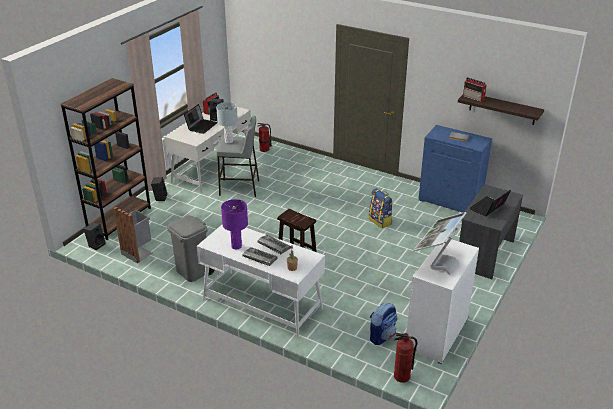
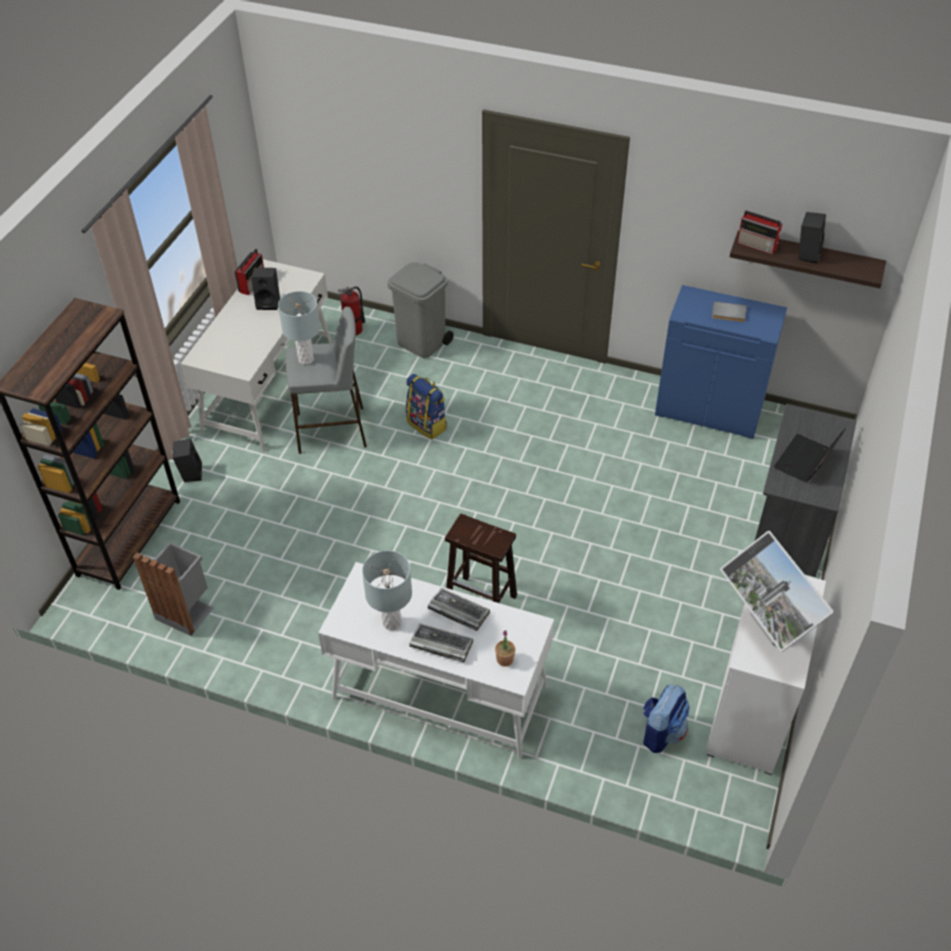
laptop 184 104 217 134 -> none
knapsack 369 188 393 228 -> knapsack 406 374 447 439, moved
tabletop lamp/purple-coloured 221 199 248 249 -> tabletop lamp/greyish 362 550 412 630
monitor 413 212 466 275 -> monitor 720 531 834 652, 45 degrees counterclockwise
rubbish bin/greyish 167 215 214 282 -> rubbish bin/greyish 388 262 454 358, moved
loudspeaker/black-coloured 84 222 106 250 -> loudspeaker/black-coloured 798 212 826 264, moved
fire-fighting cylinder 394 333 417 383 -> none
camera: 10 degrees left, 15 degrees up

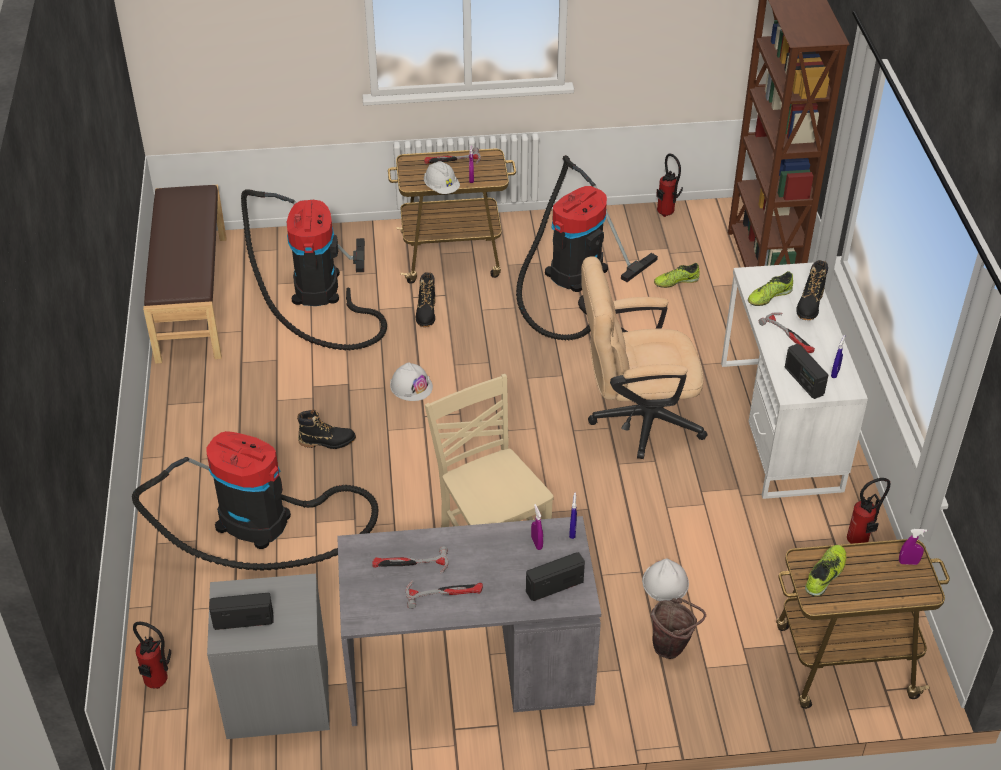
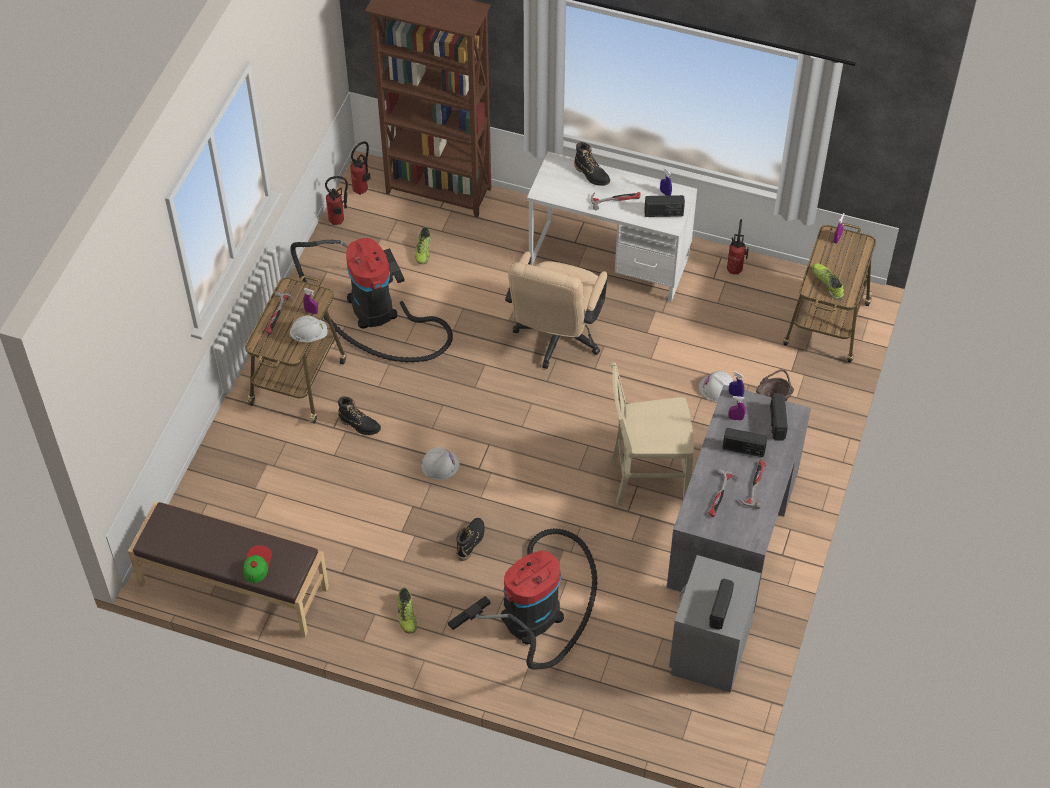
vacuum cleaner 241 189 387 350 -> none
shoe 748 271 793 306 -> shoe 397 588 417 634, moved
fire-fighting cylinder 133 621 171 689 -> fire-fighting cylinder 350 141 371 195, moved
none -> radio 722 428 768 457
none -> peaked cap 243 545 272 583
camera: 65 degrees left, 10 degrees up

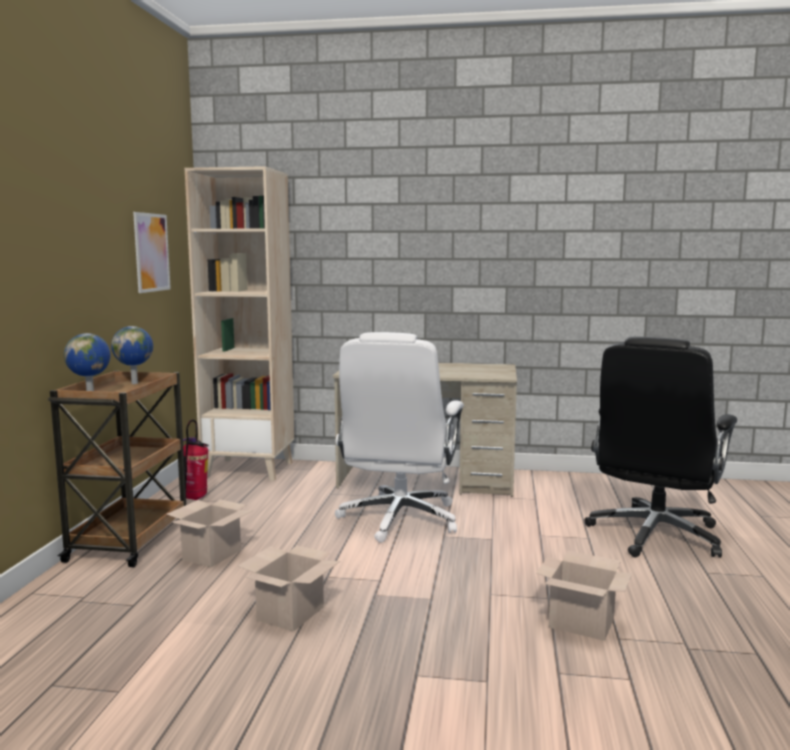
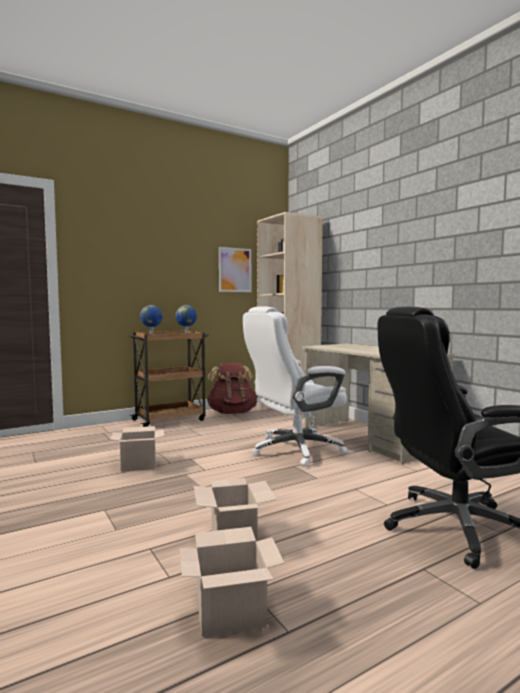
fire-fighting cylinder 183 419 209 500 -> knapsack/brown 207 363 258 414
cardboard box 167 499 253 567 -> cardboard box 180 527 284 638, moved
camera: 50 degrees right, 5 degrees down

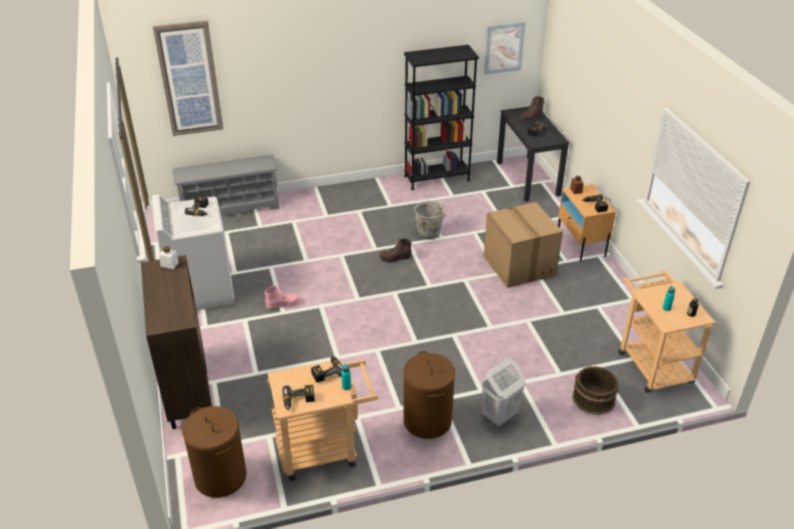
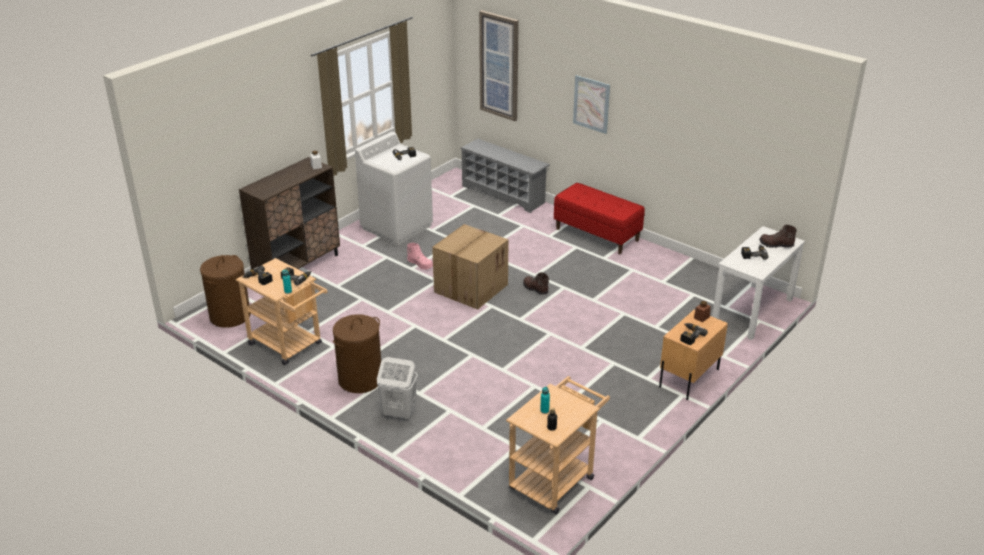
picture 484 22 526 75 -> picture 573 75 610 134, moved
bookshelf/black-coloured 404 45 479 190 -> none
desk unit/black-coloured 497 107 570 202 -> desk unit/whitish 712 226 805 340
water bucket/greyish 414 201 446 240 -> none
cardboard box 484 202 563 288 -> cardboard box 432 224 509 310, moved
water bucket/brown 572 366 619 415 -> none
none -> bench/reddish 554 183 645 254
camera: 55 degrees right, 5 degrees down

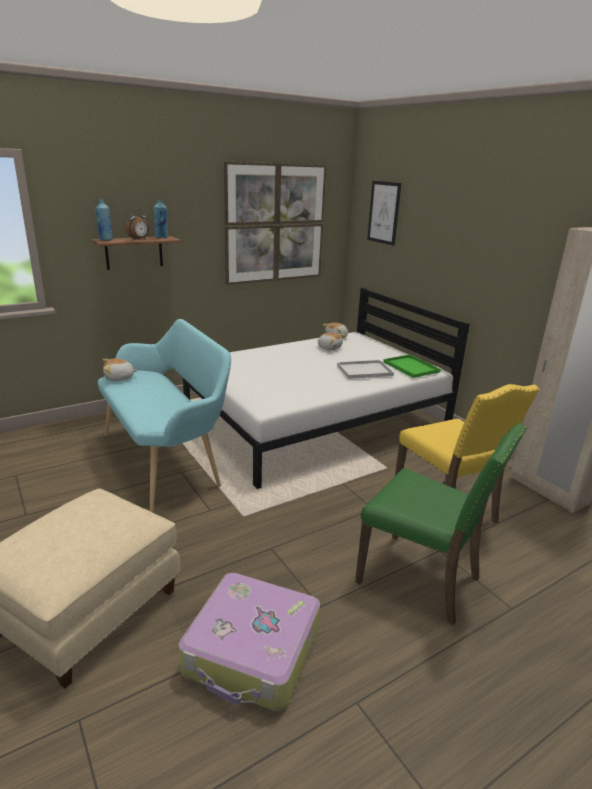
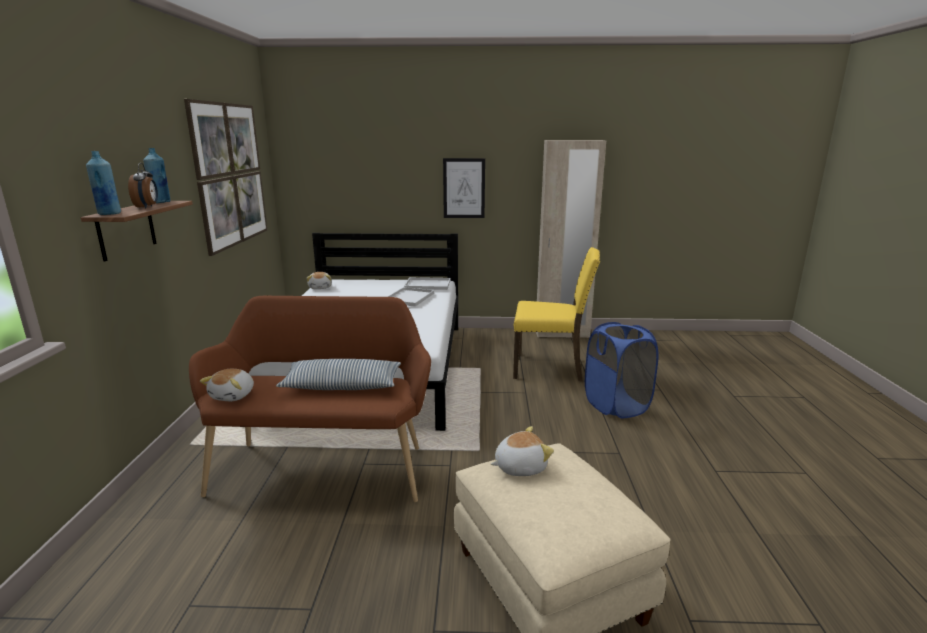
picture 367 181 401 246 -> picture 443 158 485 218, moved
bench/blue-green 98 319 231 512 -> bench/brown 189 296 431 502
plush toy 317 332 346 350 -> plush toy 491 426 554 476, moved
tray/greenish 383 354 441 378 -> tray/whitish 404 277 450 290
chair/greenish 355 423 527 626 -> hamper/blue-coloured 585 322 659 418
piece of luggage 179 573 320 711 -> none
none -> throw pillow 276 359 401 390
camera: 55 degrees left, 5 degrees down

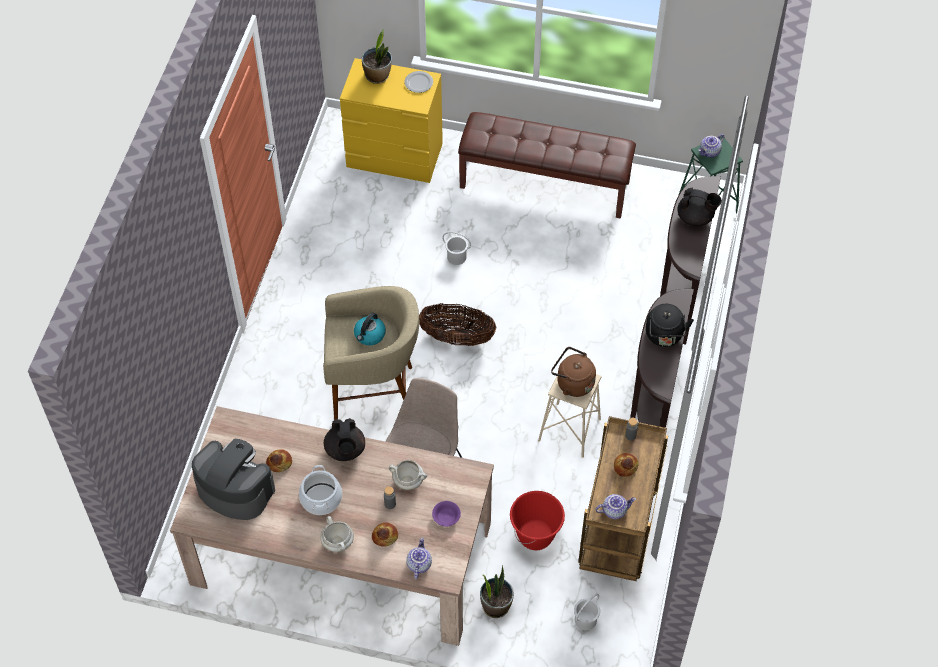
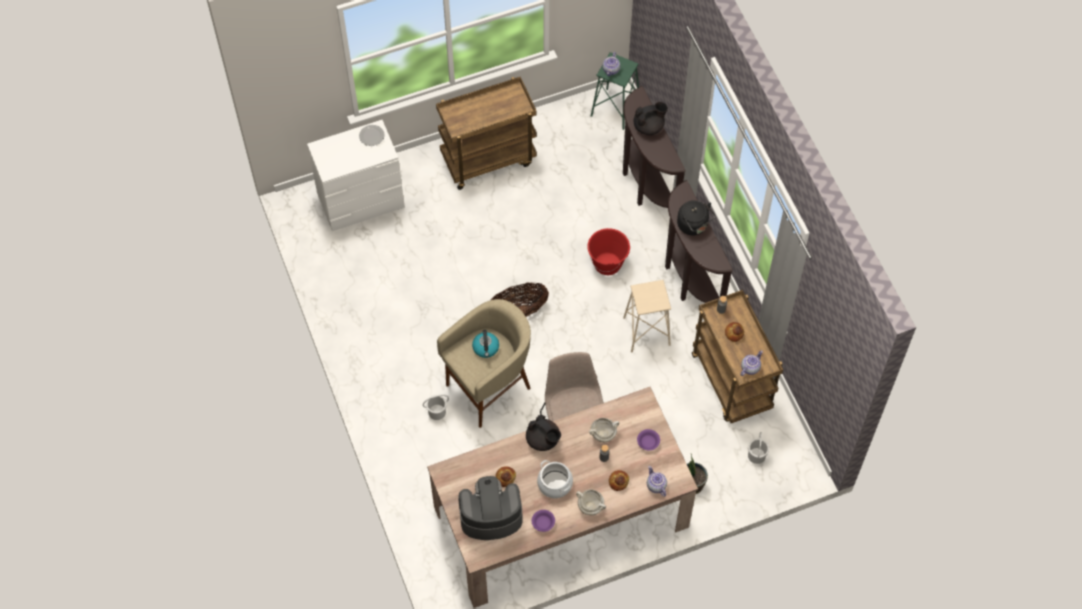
potted plant 362 29 392 84 -> none
drawer chest/yellow-coloured 340 58 443 183 -> drawer chest/whitish 307 120 405 231
bench/brown 458 112 636 219 -> wheeled cart/brown 436 77 537 190
water bucket/whitish 442 231 471 265 -> water bucket/whitish 423 394 449 420, moved
kettle/brown 551 347 596 397 -> none
water bucket/reddish 510 491 565 550 -> water bucket/reddish 587 228 630 275, moved
none -> deep dish/purple-coloured 532 510 555 532
camera: 35 degrees left, 5 degrees up

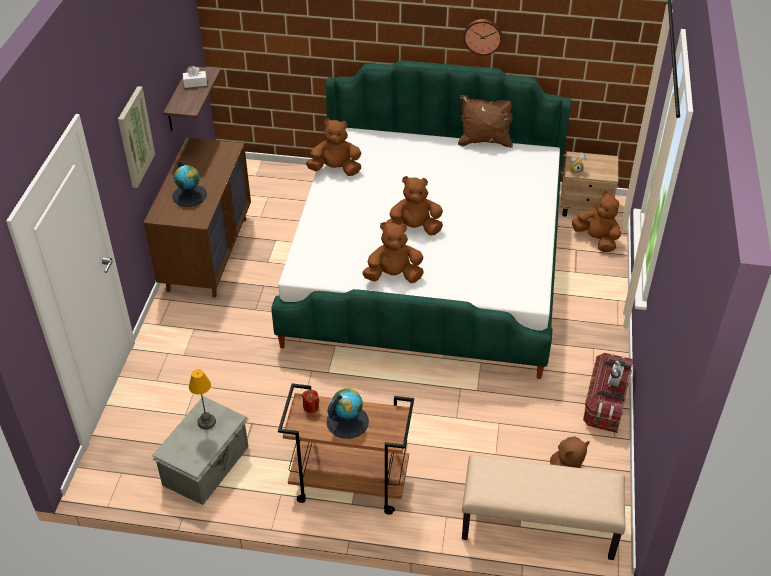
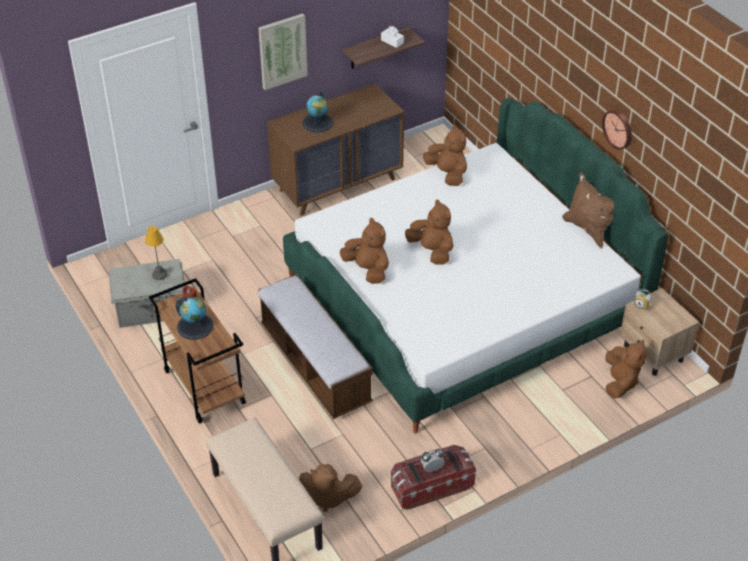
none -> bench 258 274 373 419
camera: 50 degrees right, 0 degrees up

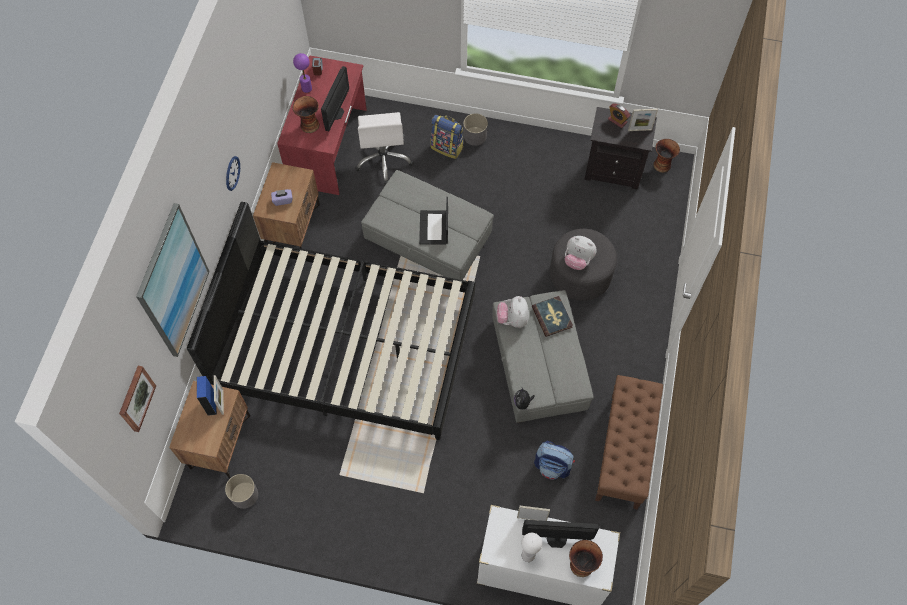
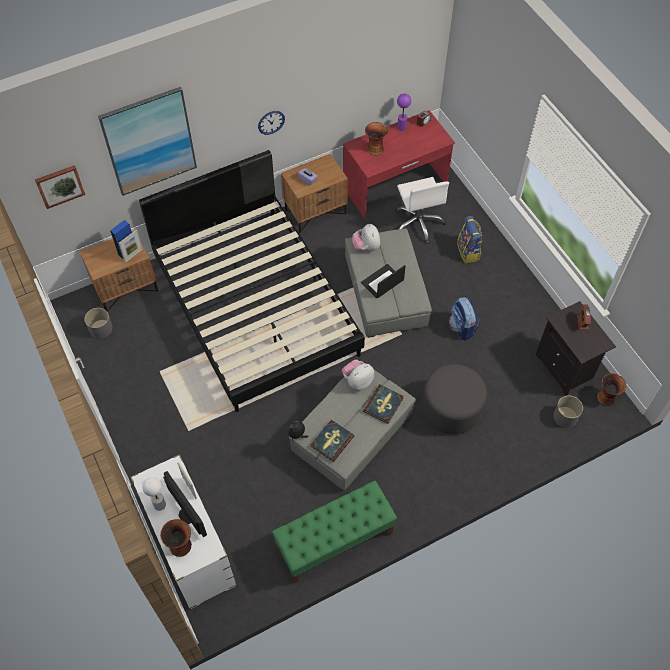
monitor 321 66 349 131 -> none
picture frame 628 109 658 131 -> none
computer chair/whitish 355 112 414 184 -> computer chair/whitish 395 177 449 244, 60 degrees counterclockwise
planter/greyish 463 113 488 146 -> planter/greyish 553 396 583 428, moved
plush toy 565 236 597 270 -> plush toy 352 224 380 251, moved
bench/brown 595 375 663 510 -> bench/greenish 272 481 397 583
knapsack 534 441 575 480 -> knapsack 449 297 480 341, moved
none -> bound book 311 420 354 462
camera: 50 degrees right, 5 degrees down

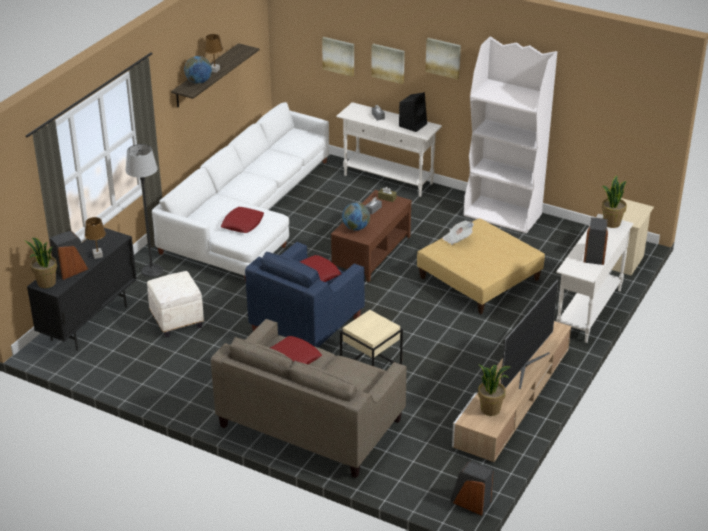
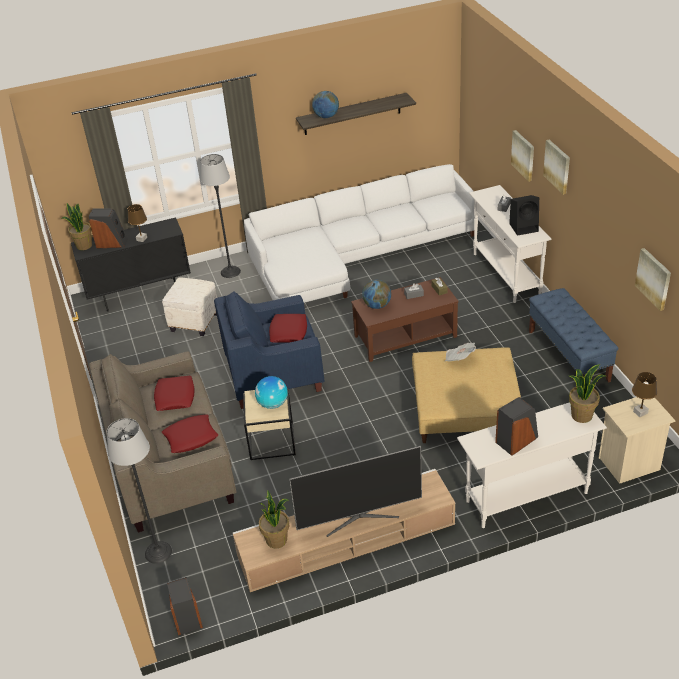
tabletop lamp/brown 204 34 223 73 -> tabletop lamp/brown 632 372 657 417, moved
picture 322 37 354 77 -> picture 635 248 671 311, moved
bookshelf/whitish 463 37 557 234 -> bench/blue-coloured 529 288 618 383
throw pillow/reddish 221 207 264 233 -> throw pillow/reddish 162 415 218 453, moved
none -> globe 255 376 288 409
none -> standard lamp 106 418 172 564
camera: 45 degrees right, 5 degrees up

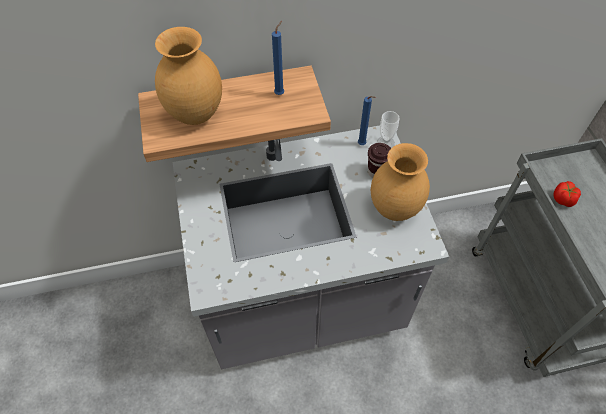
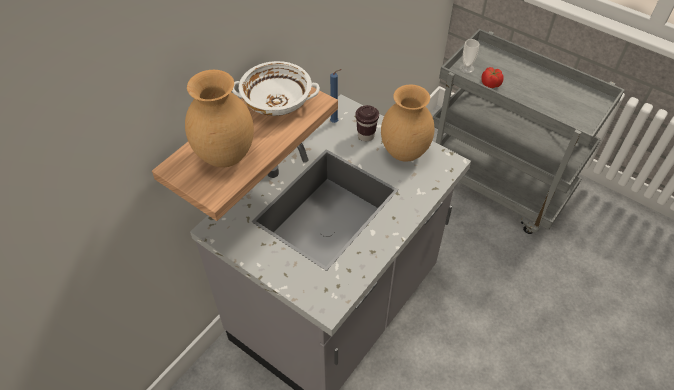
wax candle/blue-coloured 272 21 284 95 -> deep dish/whitish 232 61 320 116
small cup 377 111 400 148 -> small cup 460 39 479 74, moved
camera: 40 degrees left, 5 degrees down

